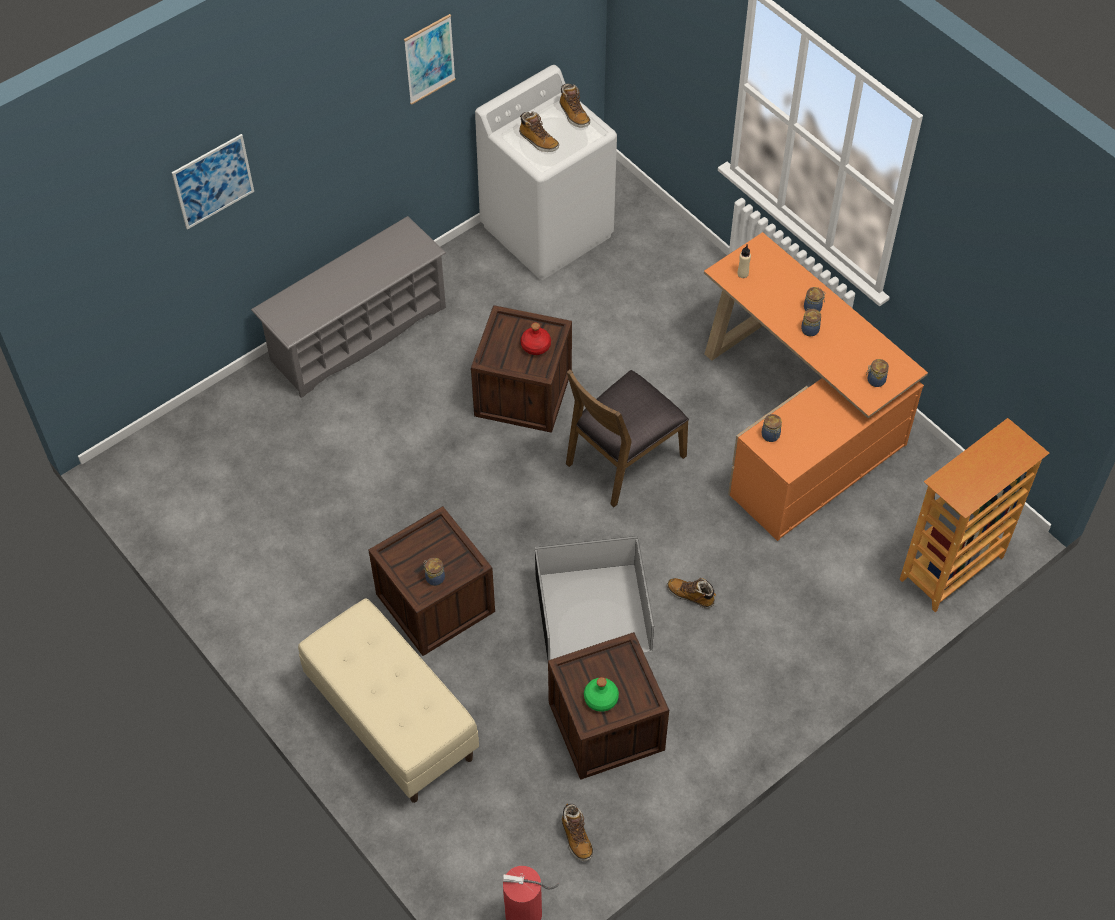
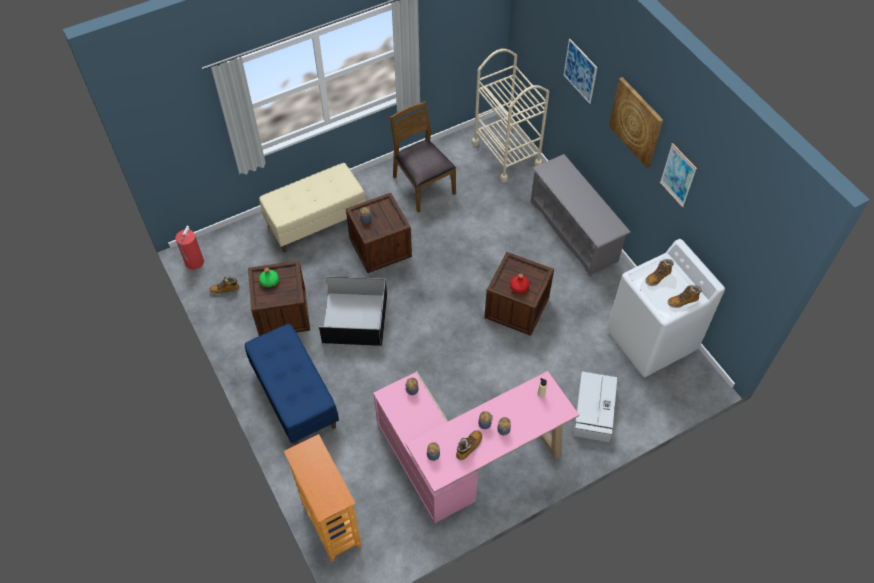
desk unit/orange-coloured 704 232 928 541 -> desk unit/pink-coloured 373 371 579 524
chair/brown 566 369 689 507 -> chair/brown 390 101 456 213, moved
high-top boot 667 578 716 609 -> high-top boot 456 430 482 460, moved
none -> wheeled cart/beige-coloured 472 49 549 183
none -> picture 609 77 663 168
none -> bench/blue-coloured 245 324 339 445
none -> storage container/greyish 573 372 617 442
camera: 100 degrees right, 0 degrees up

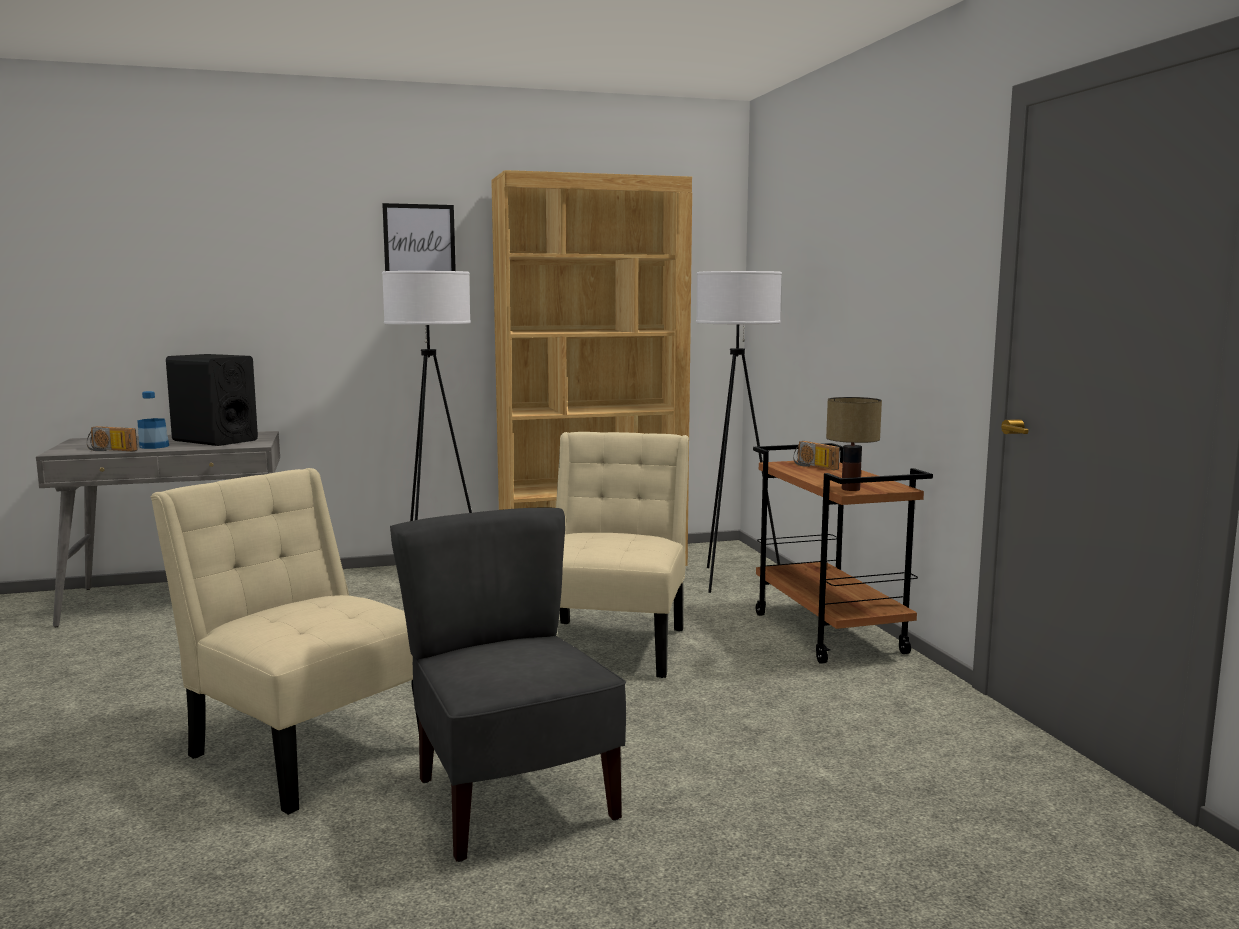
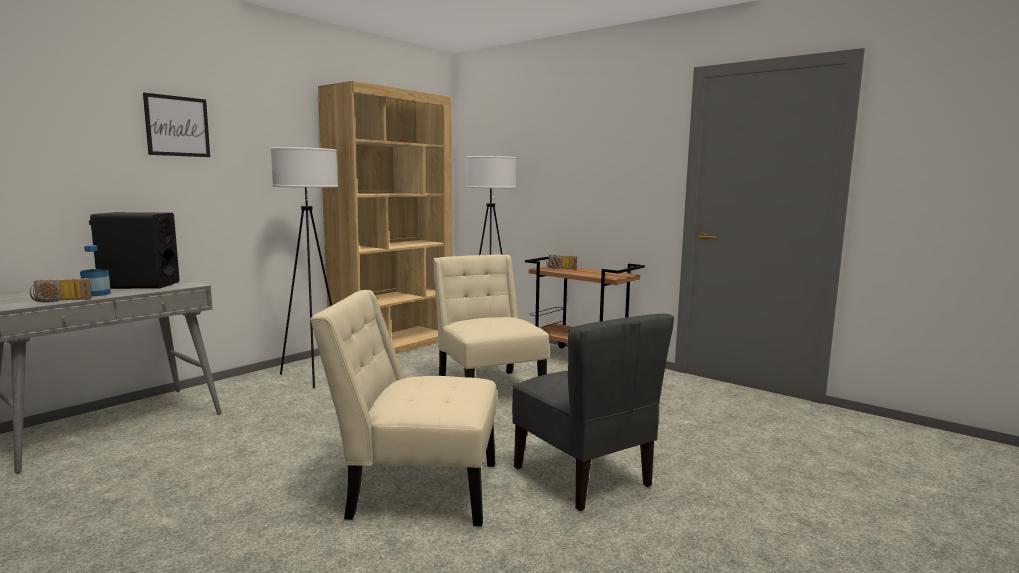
picture 382 203 456 271 -> picture 143 93 210 157, moved
tabletop lamp 826 397 882 491 -> none
chair/greyish 390 508 626 862 -> chair/greyish 512 314 674 511, 150 degrees counterclockwise
camera: 35 degrees left, 0 degrees up

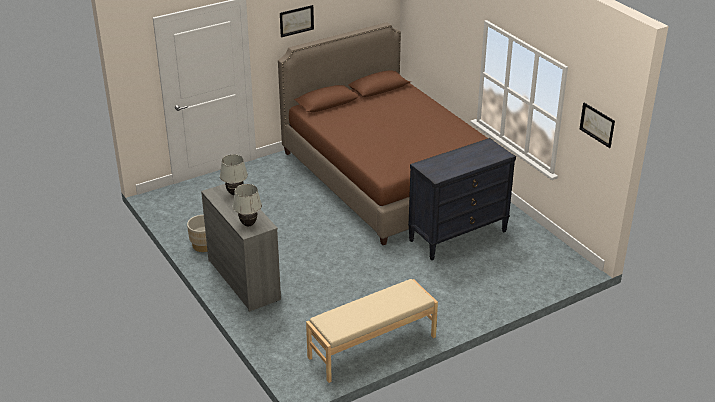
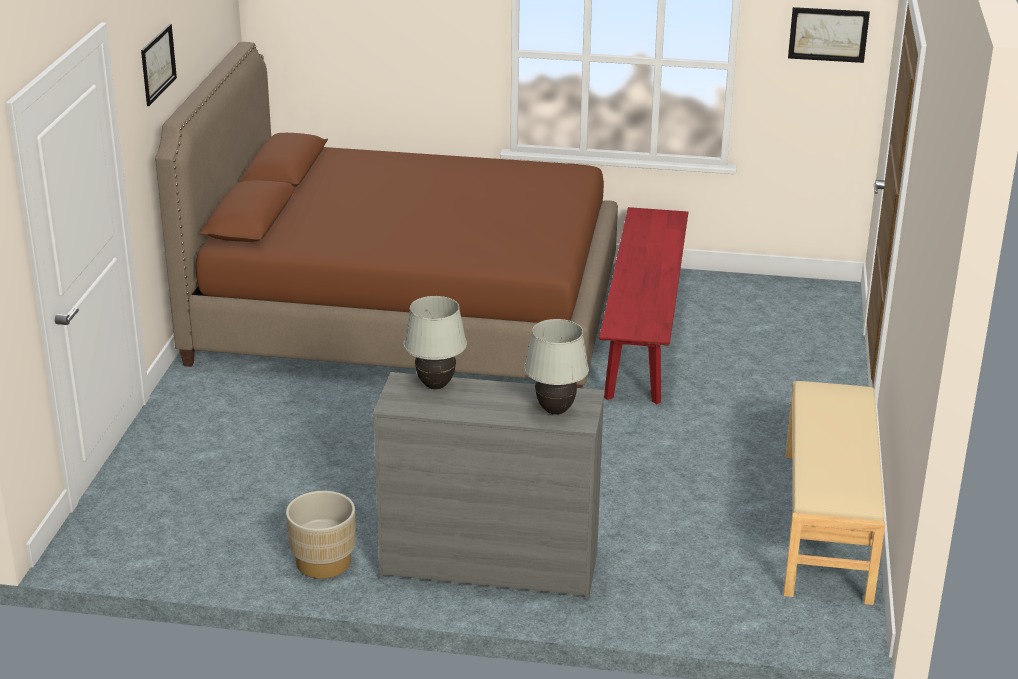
drawer chest/black-coloured 408 138 516 260 -> bench/reddish 599 207 688 404
camera: 50 degrees left, 5 degrees down

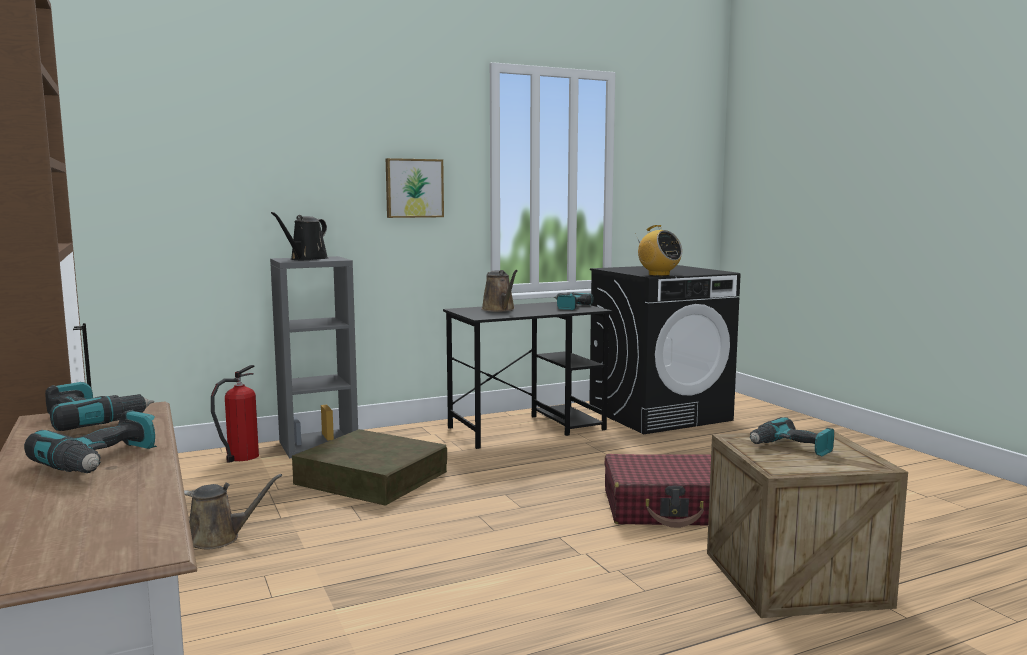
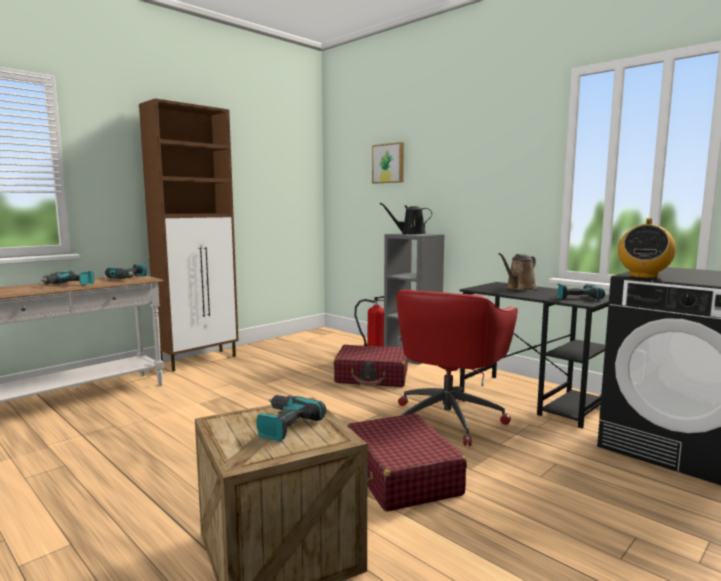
picture 386 158 444 218 -> picture 372 142 404 183, moved
storage container/brown 292 429 447 506 -> piece of luggage/reddish 334 345 408 387
sprinkling can/brown 184 474 282 550 -> none
none -> computer chair/reddish 396 289 517 446
camera: 70 degrees right, 0 degrees up

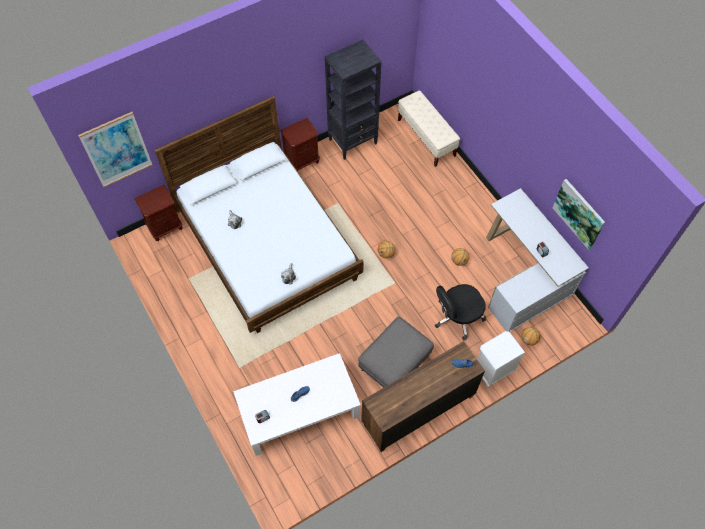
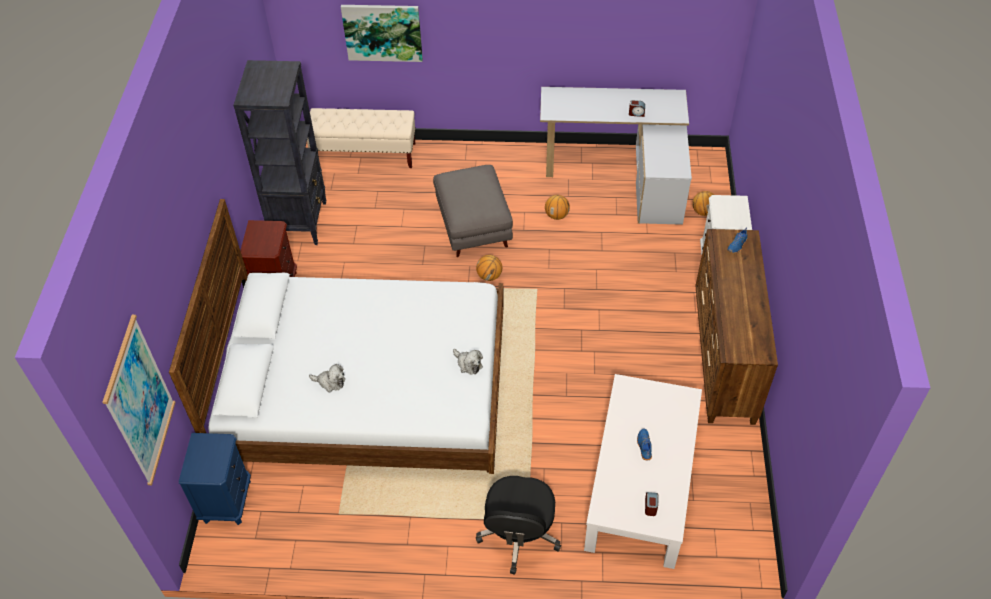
picture 553 179 605 250 -> picture 341 5 423 62, moved
nightstand/brown 135 185 183 241 -> nightstand/blue-coloured 179 433 251 525
computer chair/black-coloured 435 284 486 341 -> computer chair/black-coloured 476 476 561 575, moved
ottoman/greyish 358 316 434 388 -> ottoman/greyish 433 165 513 257, moved
camera: 55 degrees left, 10 degrees down

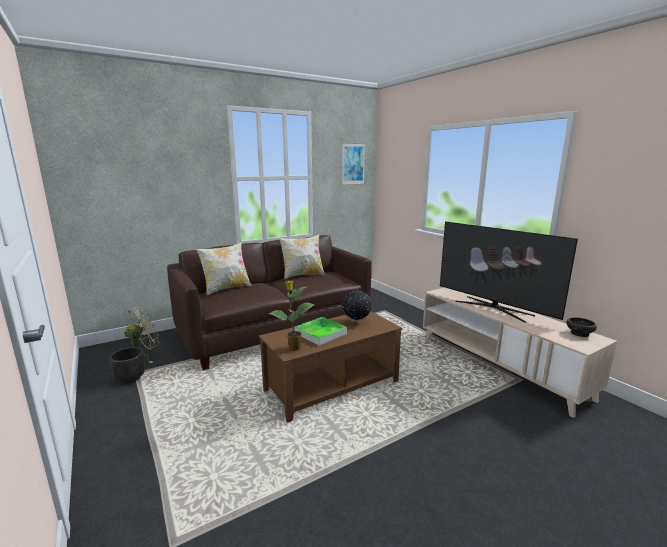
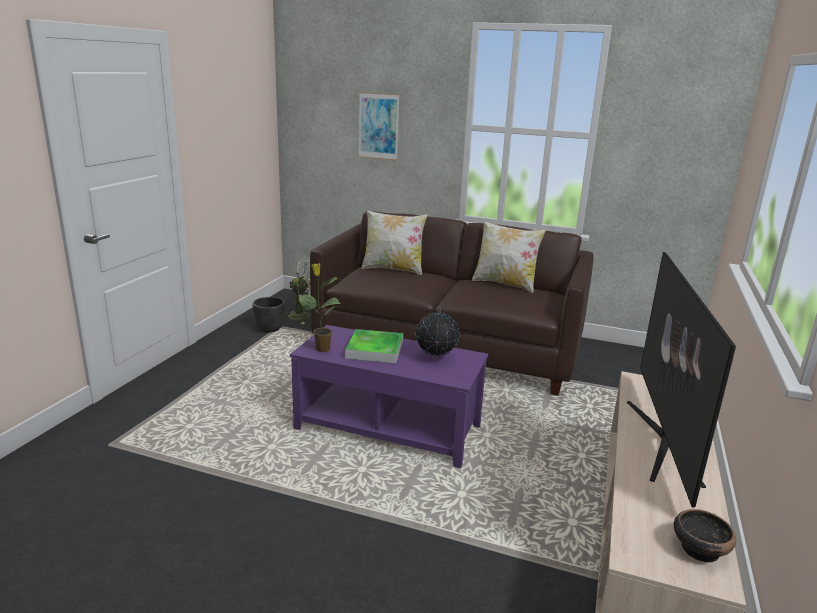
picture 342 143 365 185 -> picture 359 92 399 161, moved
lounge table/brown 259 311 402 422 -> lounge table/purple-coloured 290 325 488 468
camera: 50 degrees right, 5 degrees up

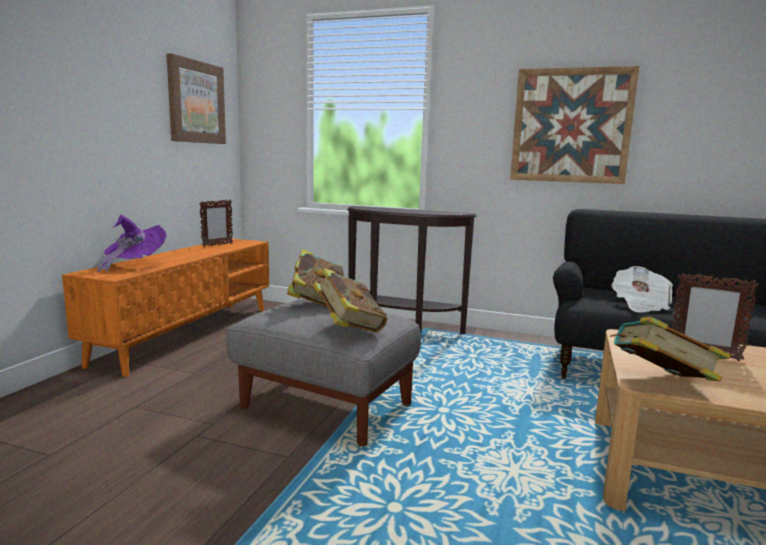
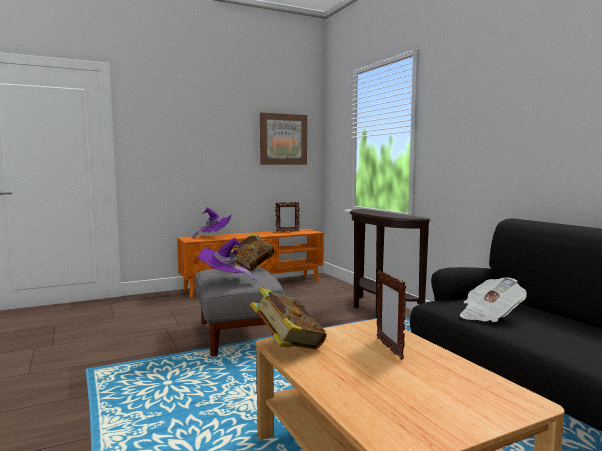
picture 510 66 639 184 -> none
bound book 313 268 387 332 -> hat/purple-coloured 198 238 258 282
camera: 45 degrees right, 5 degrees down

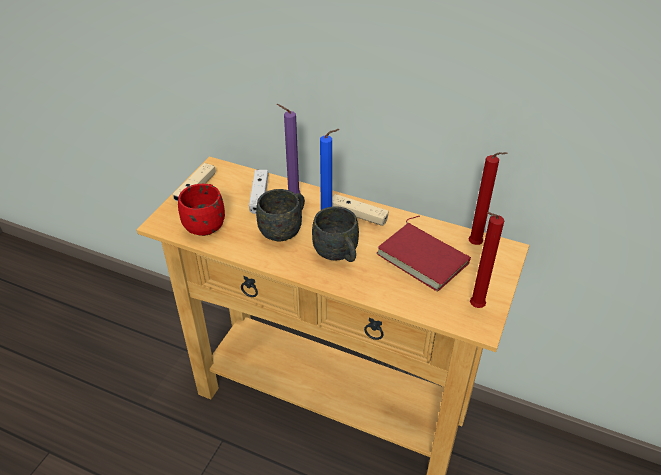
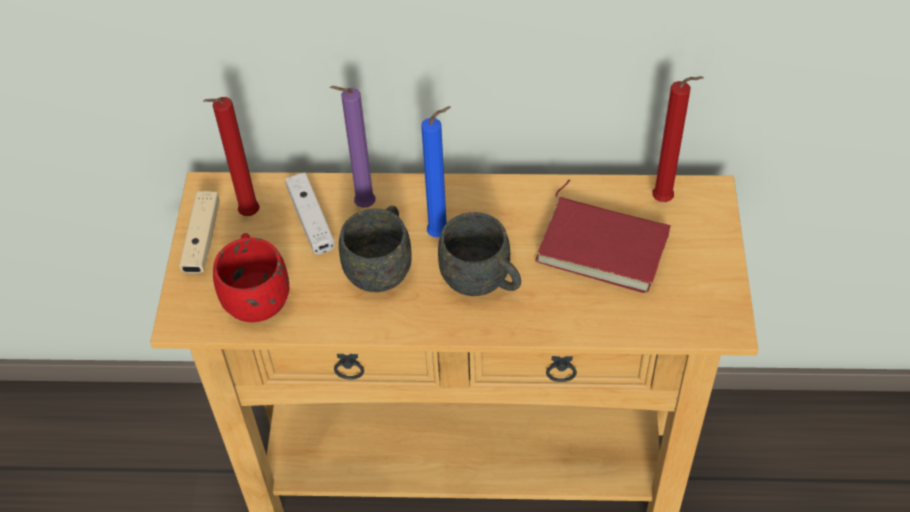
joypad/beige-coloured 332 194 389 226 -> none
wax candle/reddish 470 212 505 308 -> wax candle/reddish 204 97 260 216, moved
camera: 20 degrees left, 10 degrees up

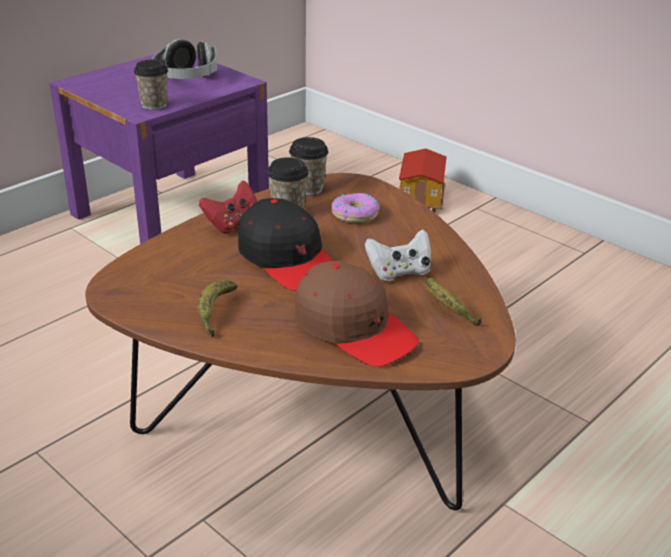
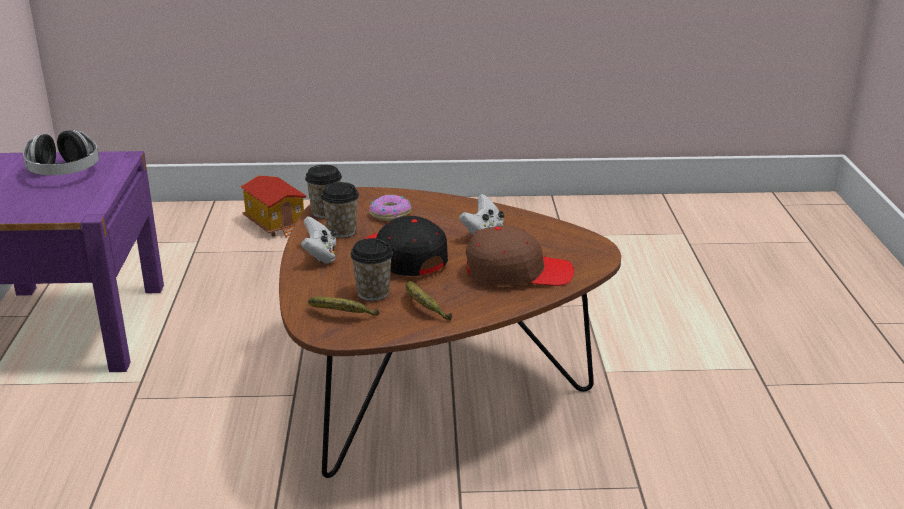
small cup 134 60 168 110 -> small cup 350 238 393 301, moved
joypad/reddish 199 180 257 233 -> joypad/whitish 301 216 337 263
peaked cap/black-coloured 238 198 332 291 -> peaked cap/black-coloured 365 216 448 276, 135 degrees counterclockwise
whole banana 425 277 481 326 -> whole banana 308 297 379 316, moved
camera: 45 degrees left, 5 degrees down

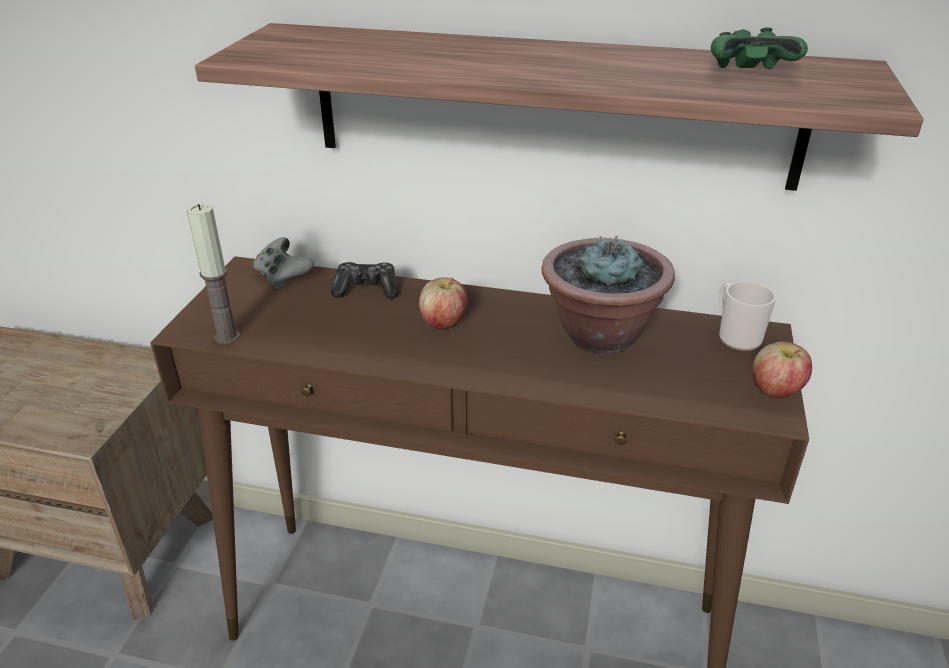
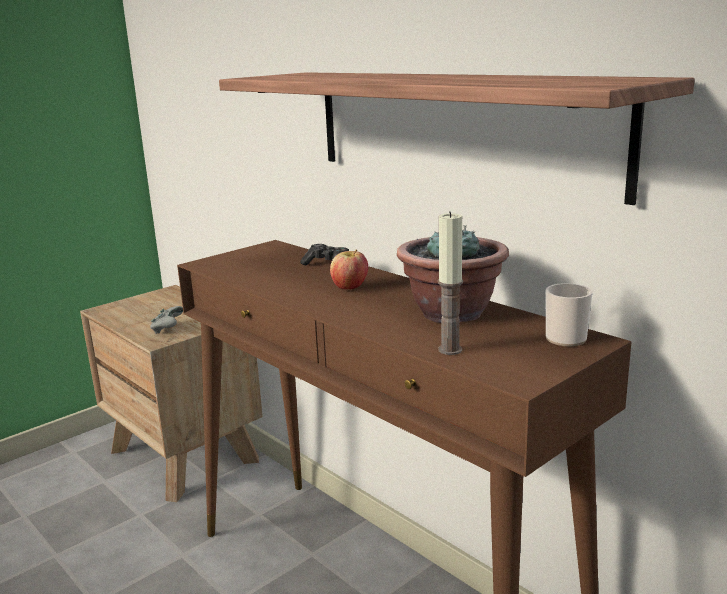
joypad/greenish 711 27 808 69 -> none
wax candle 187 203 240 344 -> wax candle 438 211 463 355, moved
joypad/greyish 253 237 314 289 -> joypad/greyish 150 306 183 334, moved
apple 752 342 812 398 -> none
camera: 35 degrees right, 15 degrees down

